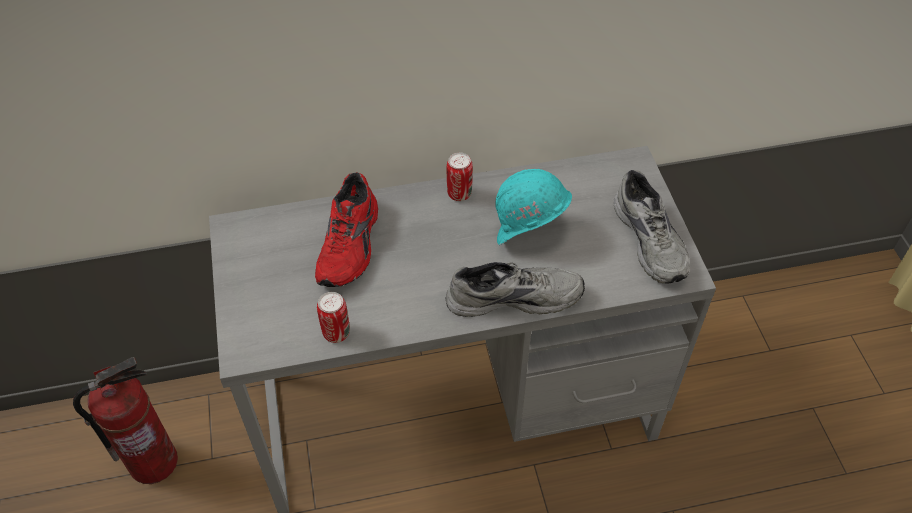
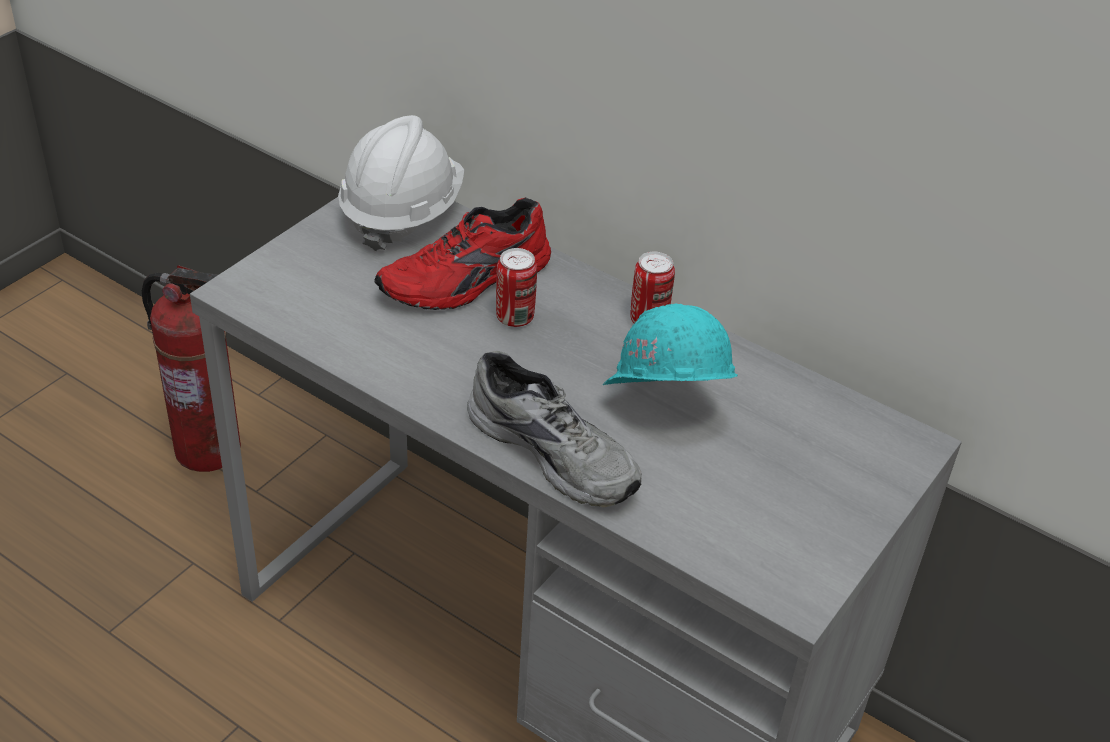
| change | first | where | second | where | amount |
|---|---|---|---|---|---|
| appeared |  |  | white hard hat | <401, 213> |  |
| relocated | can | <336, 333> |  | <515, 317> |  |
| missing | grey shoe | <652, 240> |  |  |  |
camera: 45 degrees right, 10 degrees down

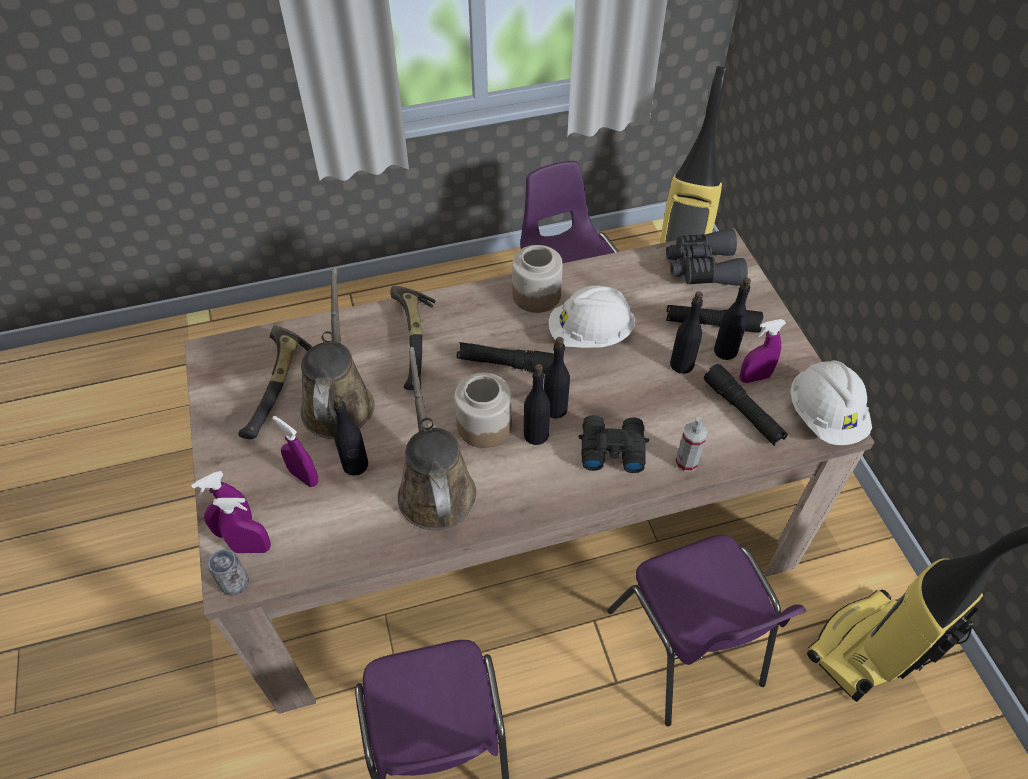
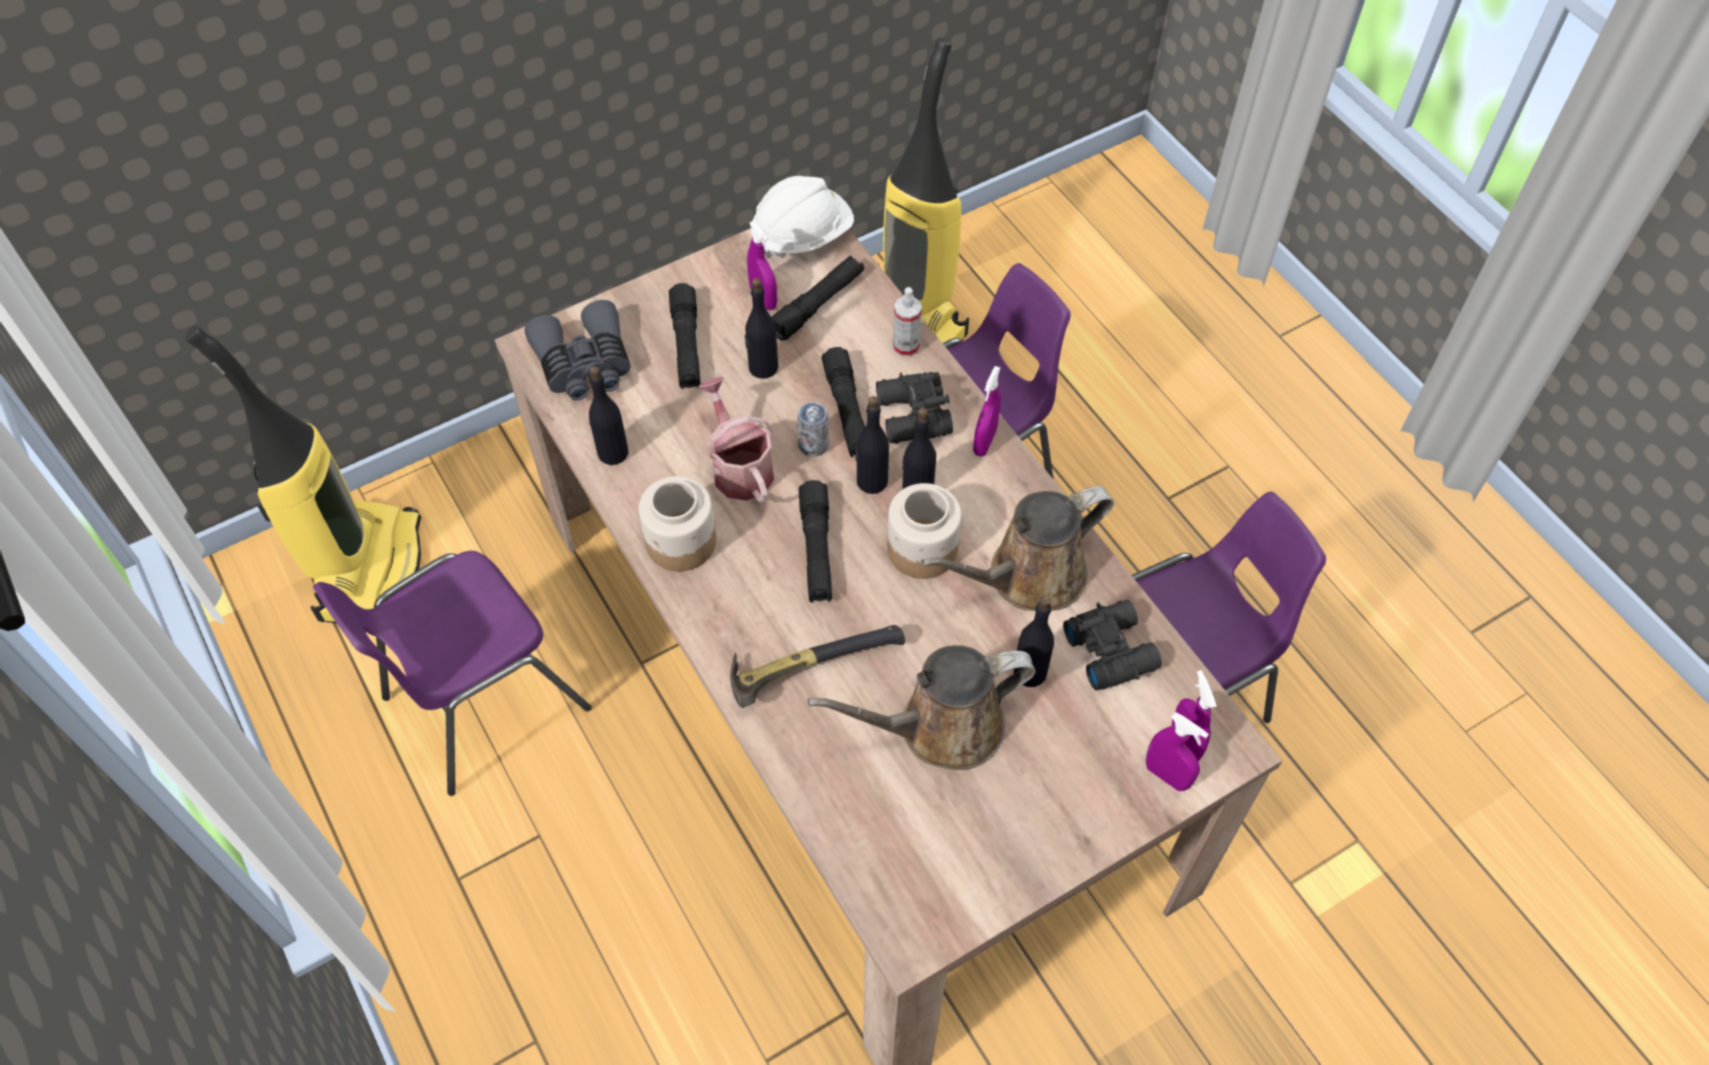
| change | first | where | second | where | amount |
|---|---|---|---|---|---|
| relocated | black bottle | <725, 351> |  | <612, 452> |  |
| exchanged | white hard hat | <590, 335> | watering can | <739, 467> |  |
| relocated | can | <235, 583> |  | <813, 445> |  |
| appeared |  |  | black flashlight | <847, 411> |  |
| relocated | purple spray bottle | <304, 477> |  | <984, 442> |  |
| appeared |  |  | black binoculars | <1111, 649> |  |
| missing | hammer | <279, 388> |  |  |  |
camera: 105 degrees left, 5 degrees up

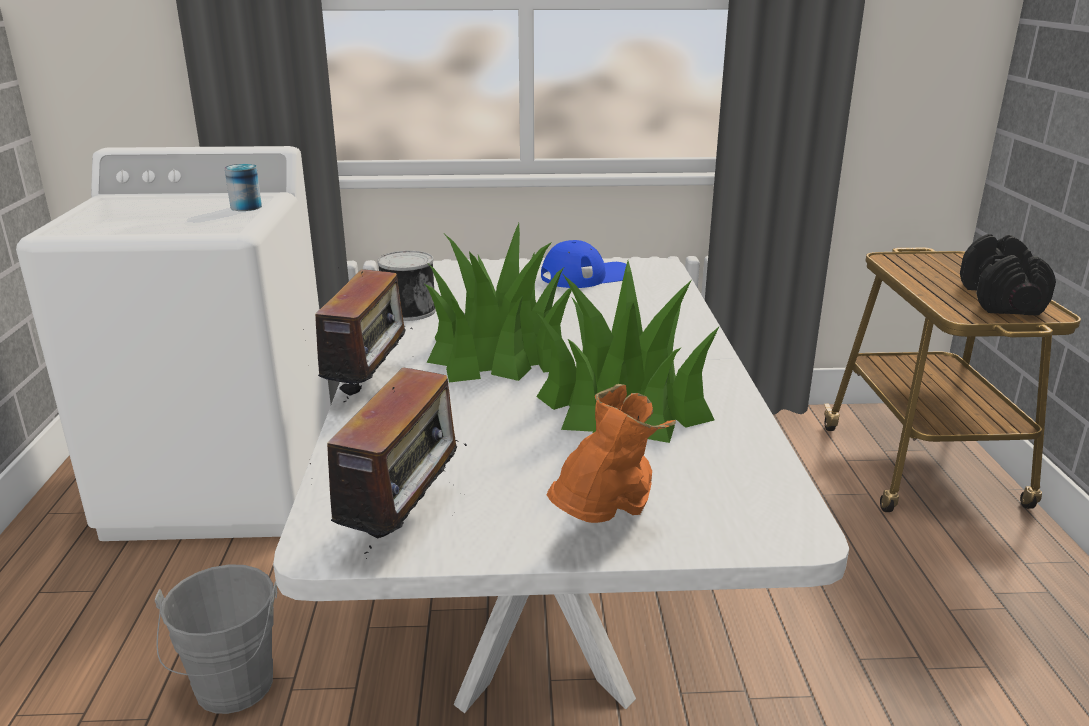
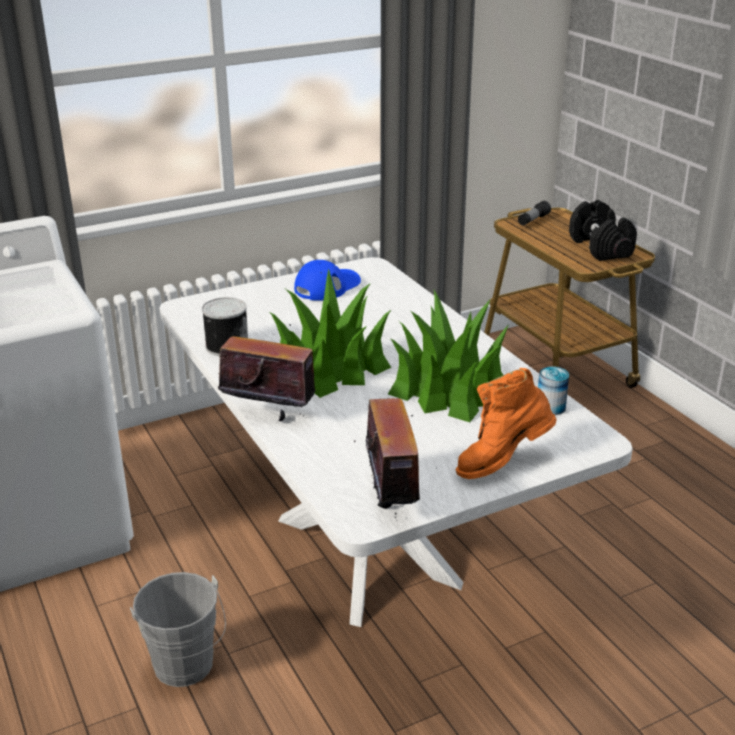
| change | first | where | second | where | amount |
|---|---|---|---|---|---|
| spun | radio | <370, 386> |  | <269, 414> | 60 degrees counterclockwise |
| spun | orange boot | <608, 520> |  | <502, 462> | 120 degrees counterclockwise |
| appeared |  |  | flashlight | <533, 220> |  |
| relocated | can | <246, 207> |  | <550, 407> |  |
camera: 25 degrees left, 5 degrees up

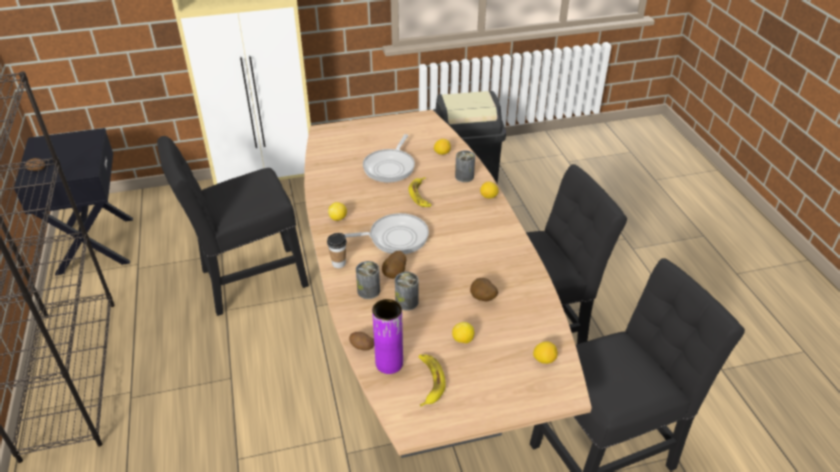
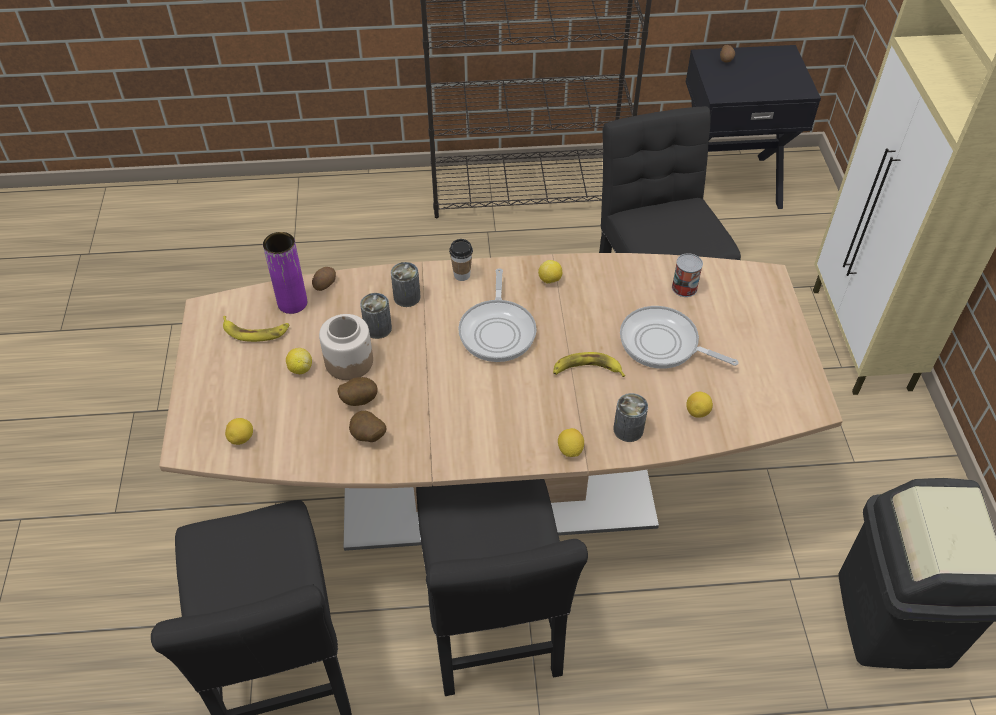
| change | first | where | second | where | amount |
|---|---|---|---|---|---|
| appeared |  |  | jar | <349, 361> |  |
| relocated | potato | <395, 274> |  | <368, 437> |  |
| appeared |  |  | can | <684, 288> |  |
camera: 100 degrees right, 10 degrees up

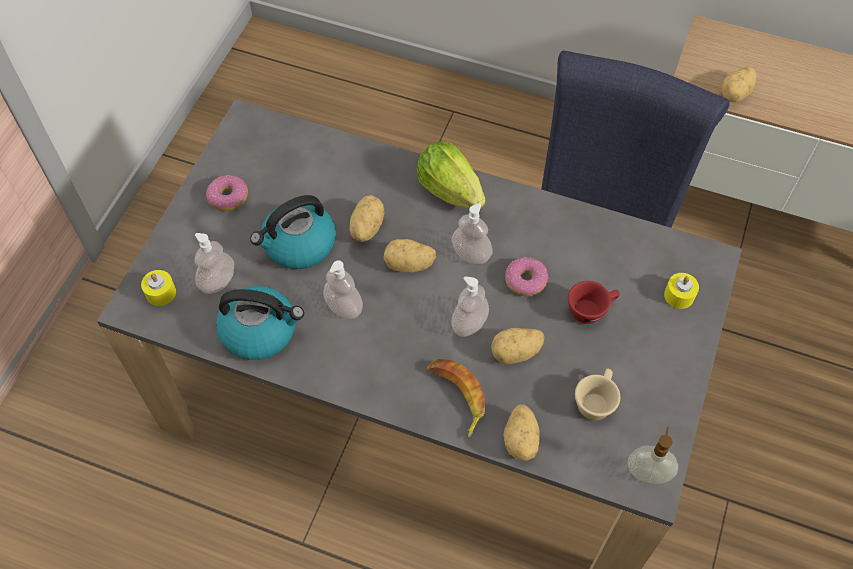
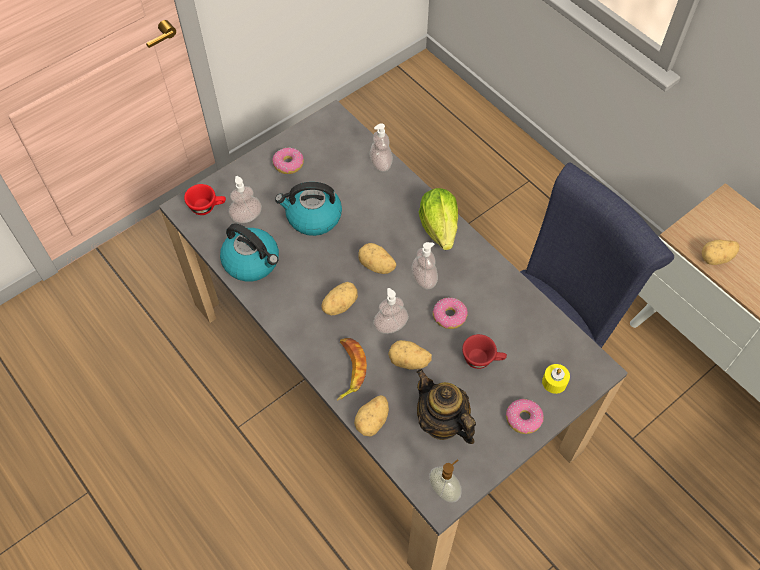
| change | first | where | second | where | amount |
|---|---|---|---|---|---|
| exchanged | yellow candle | <161, 293> | red cup | <207, 207> |  |
| relocated | potato | <366, 227> |  | <339, 304> |  |
| relocated | soap dispenser | <344, 307> |  | <381, 163> |  |
| exchanged | beige cup | <595, 400> | teapot | <441, 422> |  |
| appeared |  |  | donut | <523, 419> |  |
camera: 30 degrees right, 0 degrees up

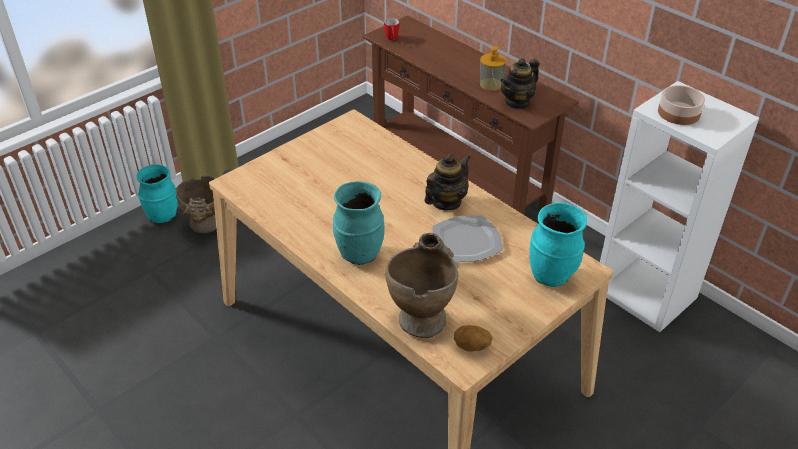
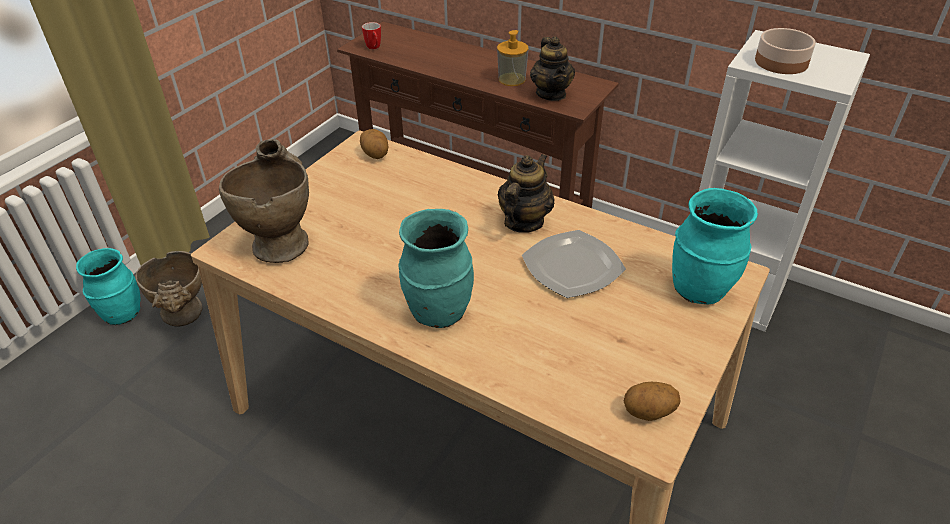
| change | first | where | second | where | amount |
|---|---|---|---|---|---|
| relocated | beige vase | <422, 313> |  | <280, 239> |  |
| appeared |  |  | potato | <375, 154> |  |
| spun | teapot | <517, 102> |  | <551, 94> | 45 degrees counterclockwise |
camera: 15 degrees left, 0 degrees up

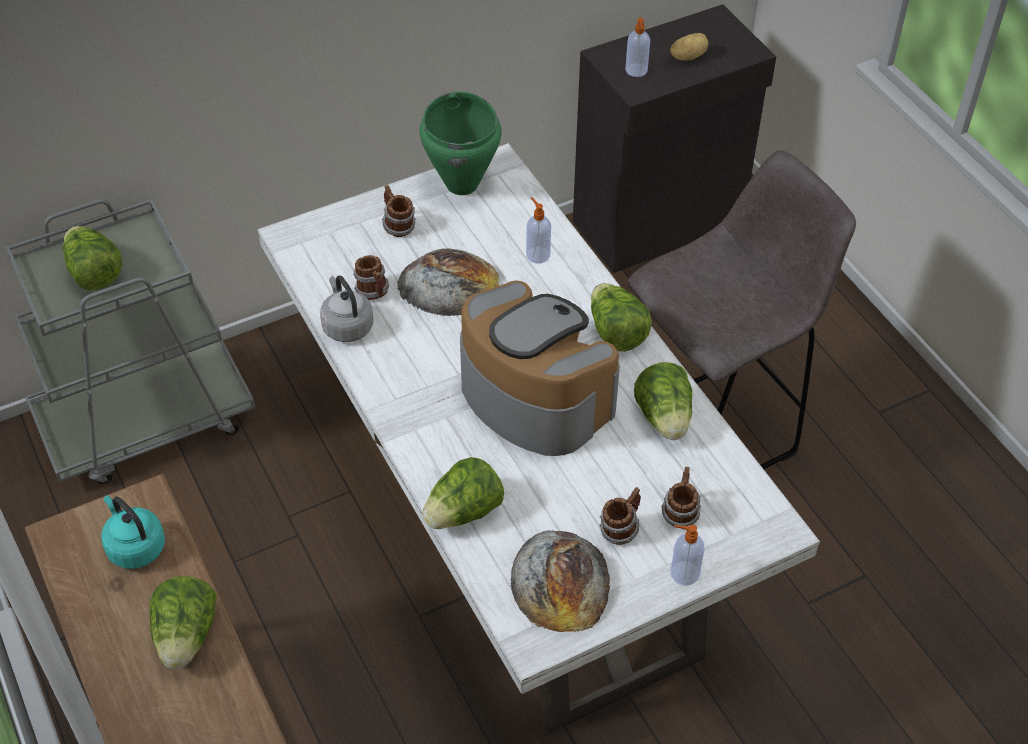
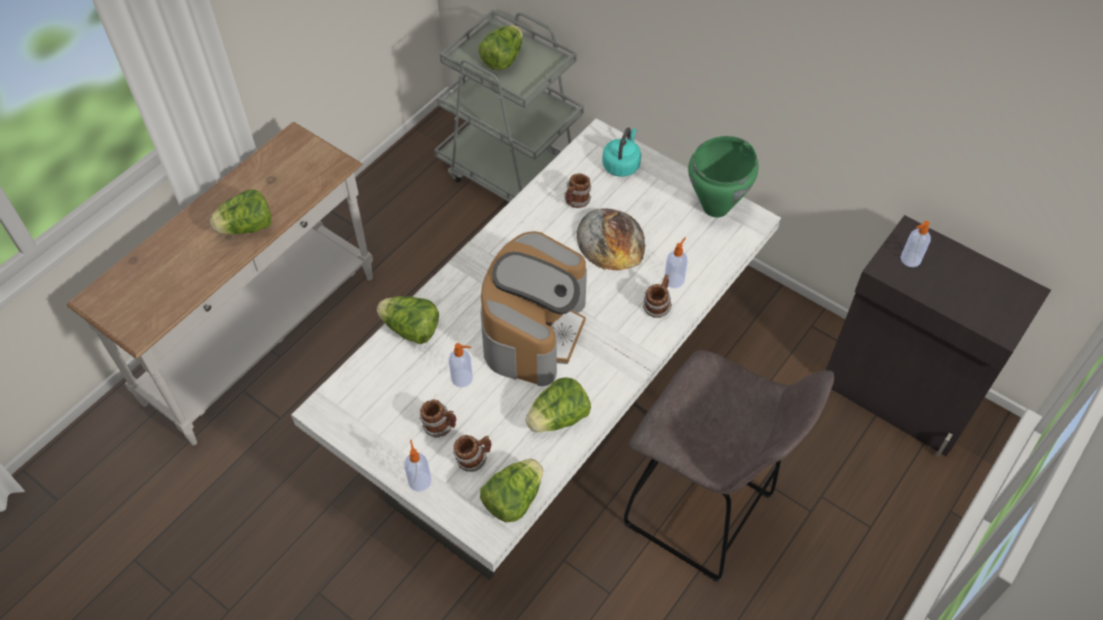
| change | first | where | second | where | amount |
|---|---|---|---|---|---|
| appeared |  |  | soap dispenser | <463, 378> |  |
| relocated | lettuce | <616, 333> |  | <513, 499> |  |
| relocated | turquoise kettle | <134, 546> |  | <622, 164> |  |
| relocated | mug | <397, 226> |  | <657, 306> |  |
| missing | grey kettle | <346, 326> |  |  |  |
| missing | bread | <561, 581> |  |  |  |
| missing | potato | <687, 56> |  |  |  |
camera: 65 degrees right, 5 degrees up

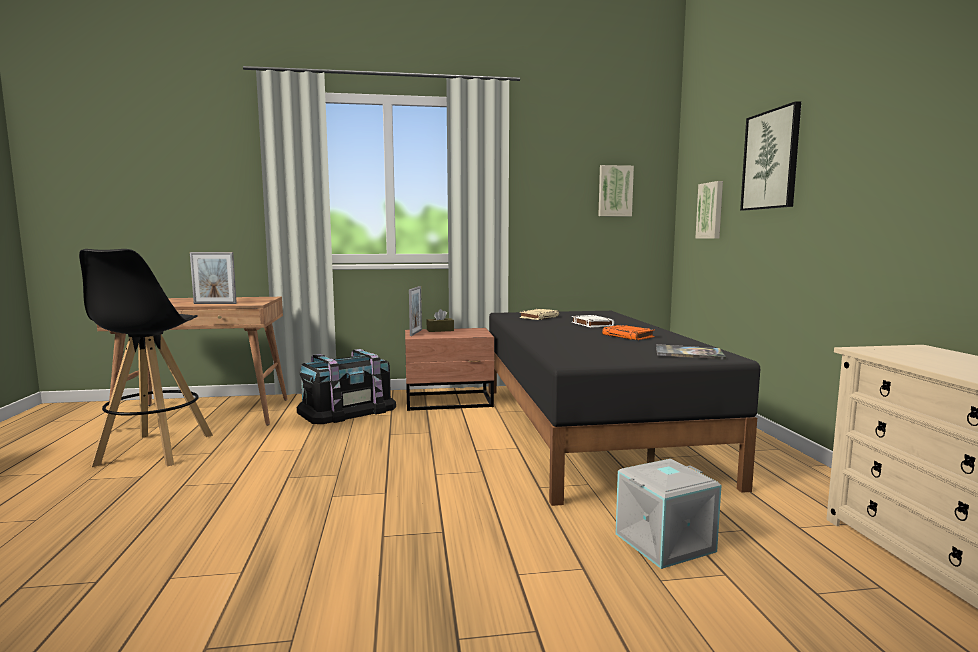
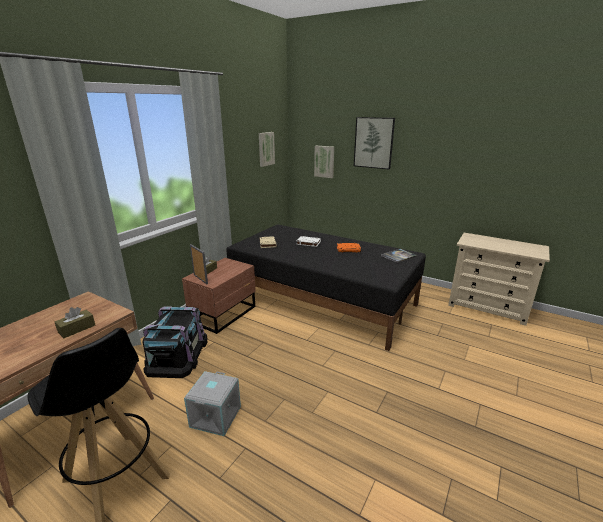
| change | first | where | second | where | amount |
|---|---|---|---|---|---|
| exchanged | picture frame | <215, 303> | brown tissue box | <77, 329> |  |
| relocated | grey storage box | <665, 543> |  | <216, 417> |  |
camera: 50 degrees left, 15 degrees up

